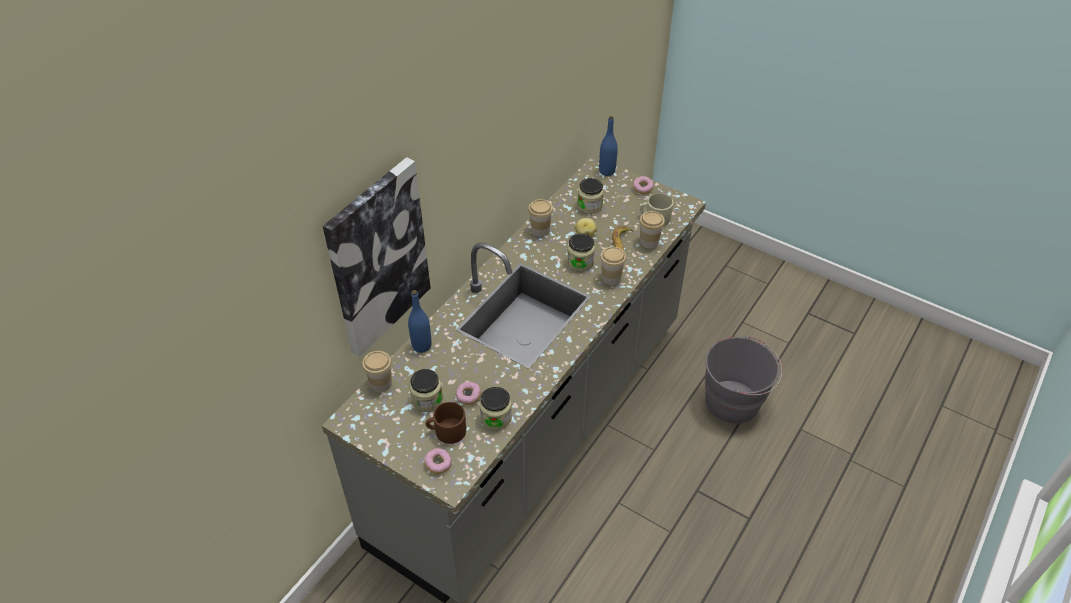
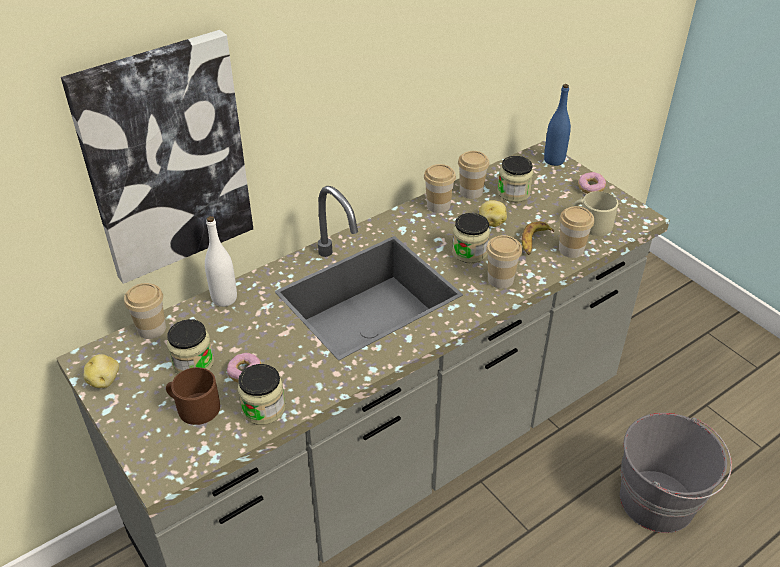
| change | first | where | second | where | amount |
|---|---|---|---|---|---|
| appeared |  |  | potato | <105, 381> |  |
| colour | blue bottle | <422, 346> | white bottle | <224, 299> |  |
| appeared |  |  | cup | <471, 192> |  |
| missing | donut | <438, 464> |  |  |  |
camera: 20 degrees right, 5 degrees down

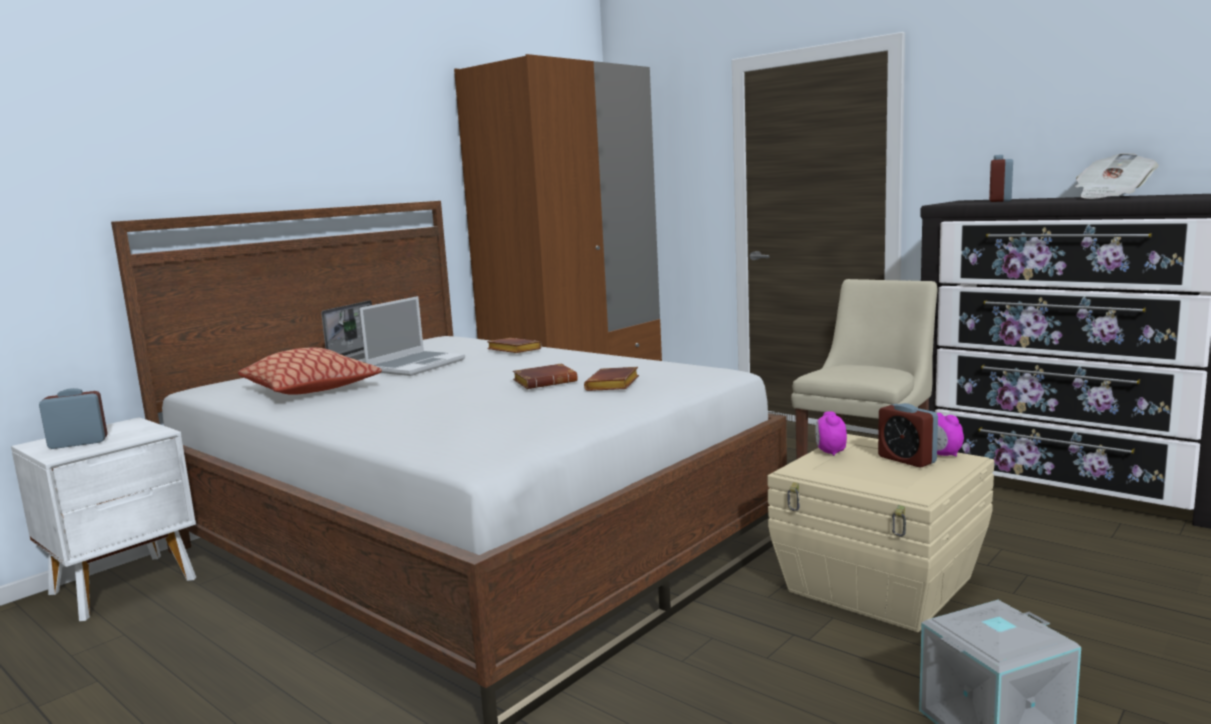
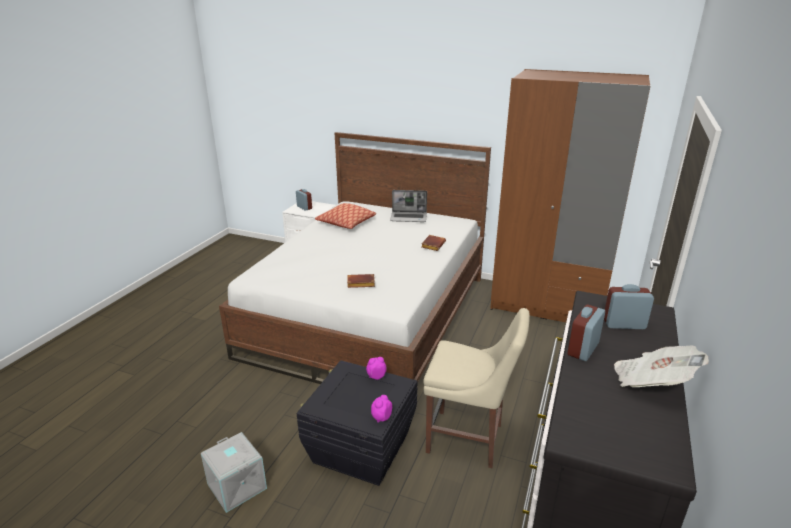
| change | first | where | second | where | amount |
|---|---|---|---|---|---|
| colour | beige storage box | <880, 585> | black storage box | <360, 448> |  |
| relocated | alarm clock | <906, 460> |  | <583, 349> |  |
| missing | laptop | <416, 365> |  |  |  |
| missing | brown book | <546, 382> |  |  |  |
camera: 70 degrees right, 15 degrees up

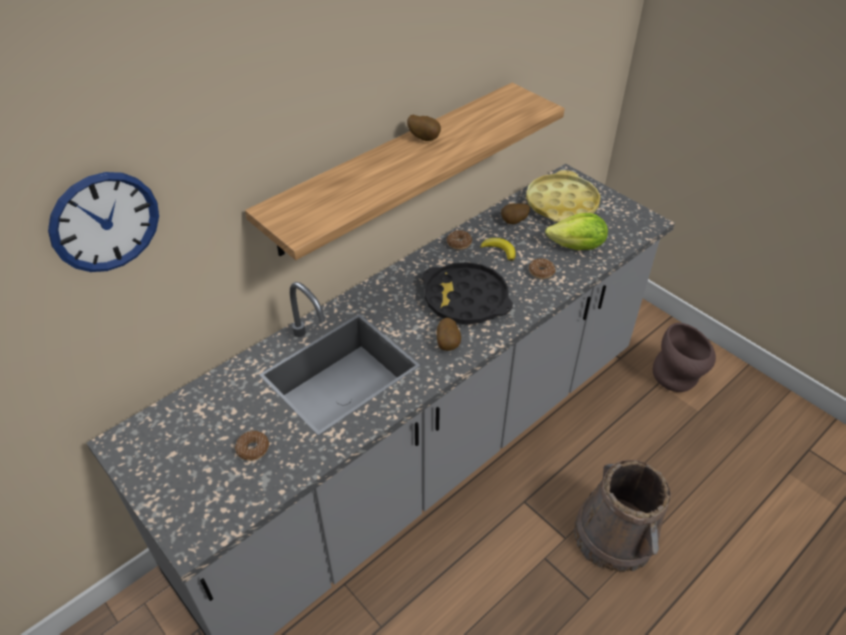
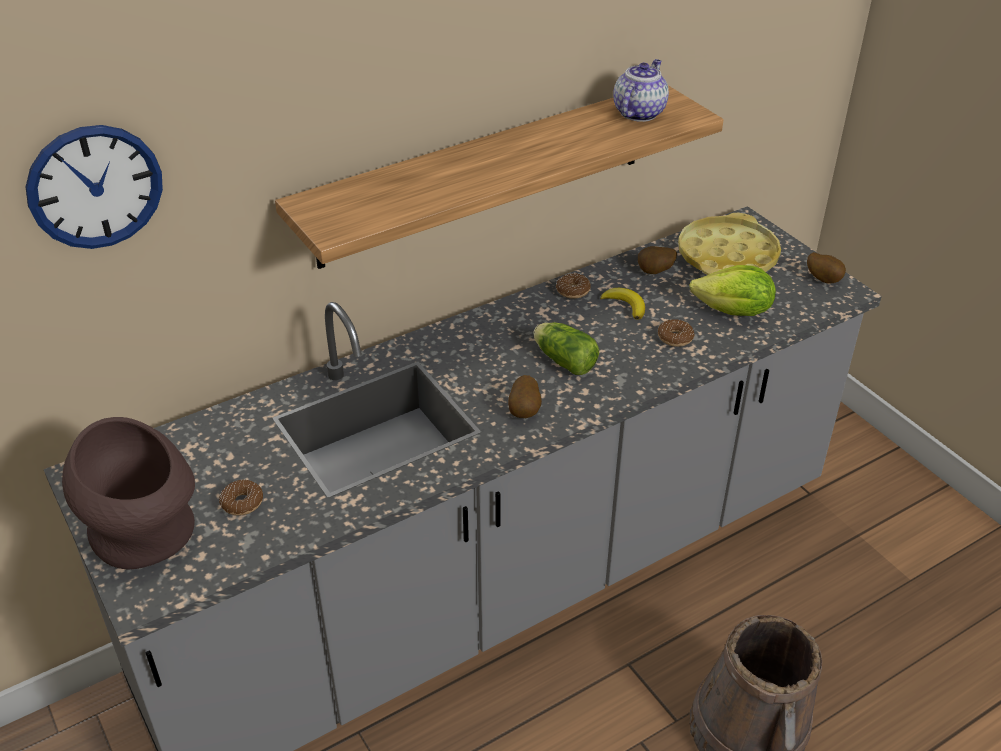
| change | first | where | second | where | amount |
|---|---|---|---|---|---|
| relocated | brown vase | <678, 377> |  | <148, 540> |  |
| exchanged | black tray | <465, 299> | lettuce | <563, 360> |  |
| appeared |  |  | teapot | <639, 112> |  |
| relocated | potato | <424, 138> |  | <823, 279> |  |
camera: 10 degrees right, 5 degrees down

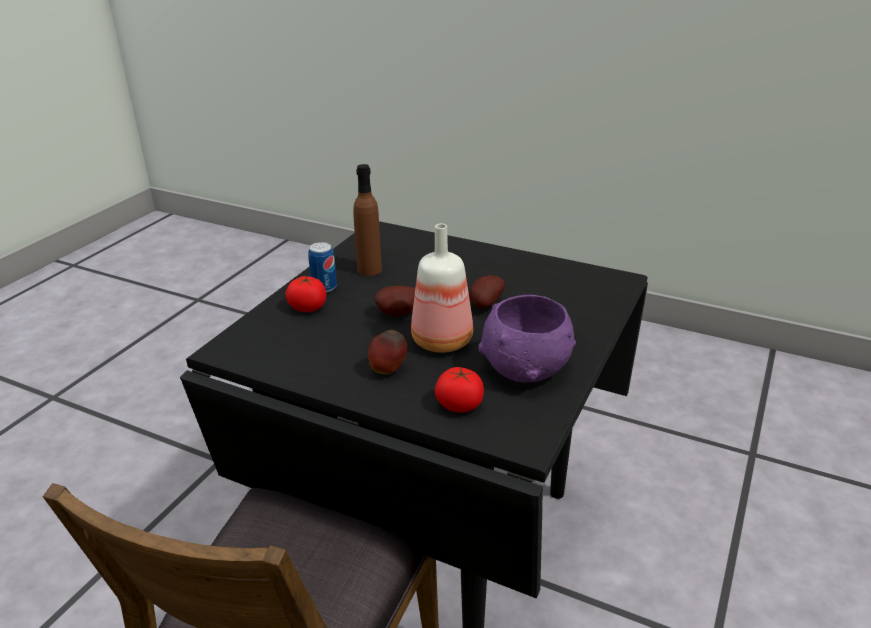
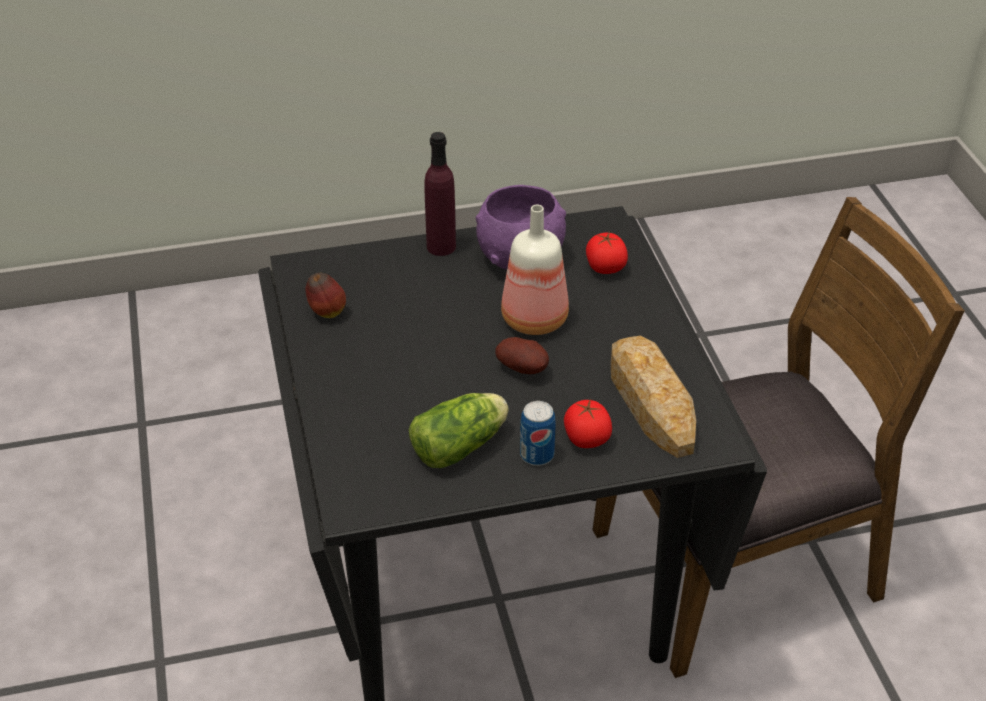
| change | first | where | second | where | amount |
|---|---|---|---|---|---|
| relocated | apple | <388, 370> |  | <326, 313> |  |
| exchanged | brown bottle | <369, 270> | lettuce | <462, 445> |  |
| appeared |  |  | purple bottle | <441, 246> |  |
| appeared |  |  | bread | <650, 402> |  |
| missing | potato | <484, 304> |  |  |  |
camera: 130 degrees left, 10 degrees up

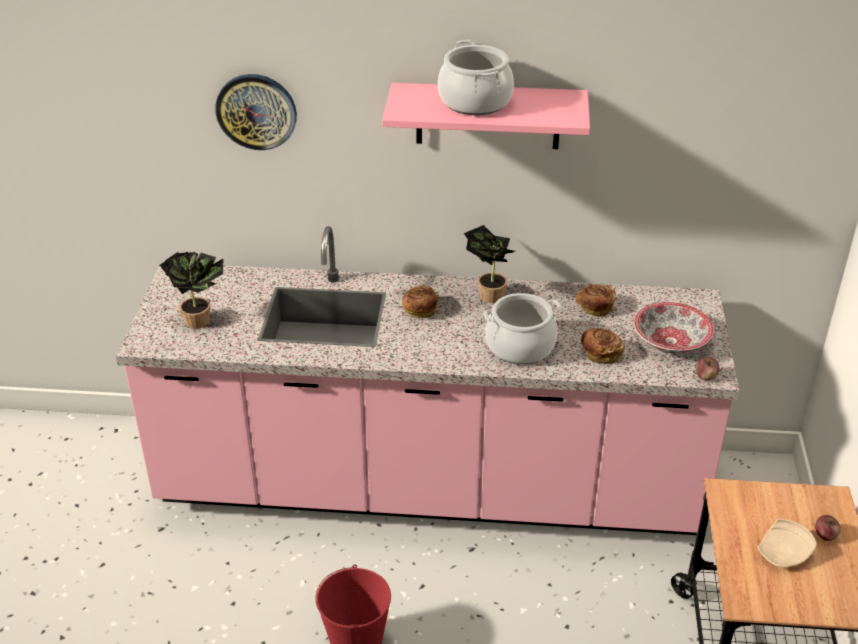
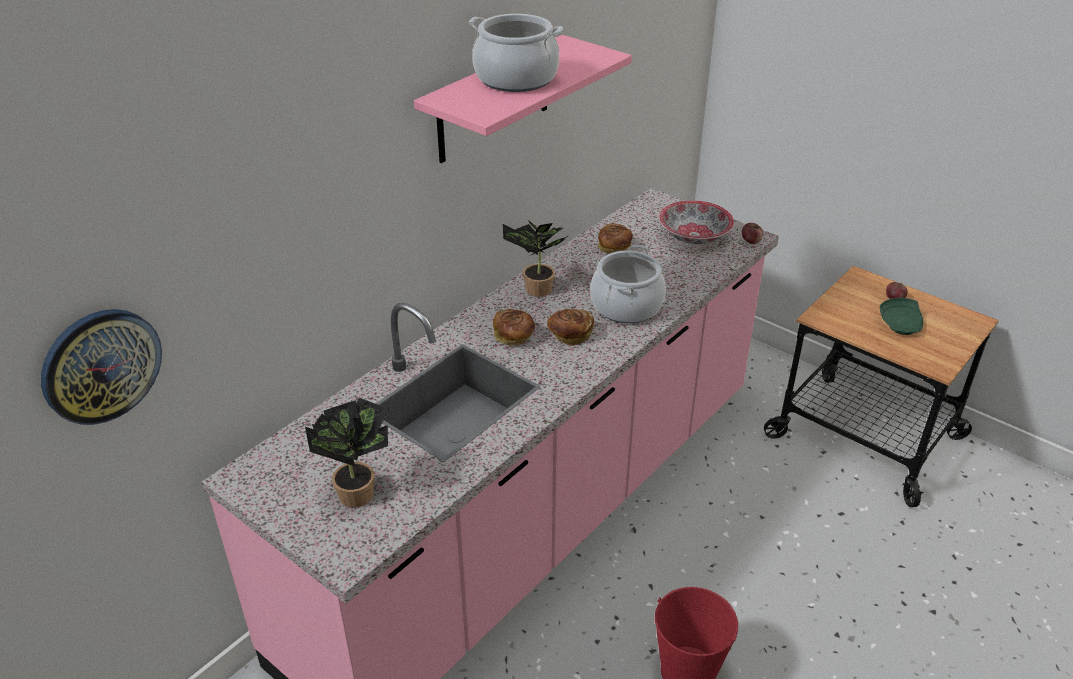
| change | first | where | second | where | amount |
|---|---|---|---|---|---|
| relocated | wall clock | <256, 111> |  | <101, 365> |  |
| relocated | bread | <600, 353> |  | <570, 335> |  |
| colour | beige plate | <784, 553> | green plate | <901, 325> |  |
camera: 55 degrees left, 0 degrees up

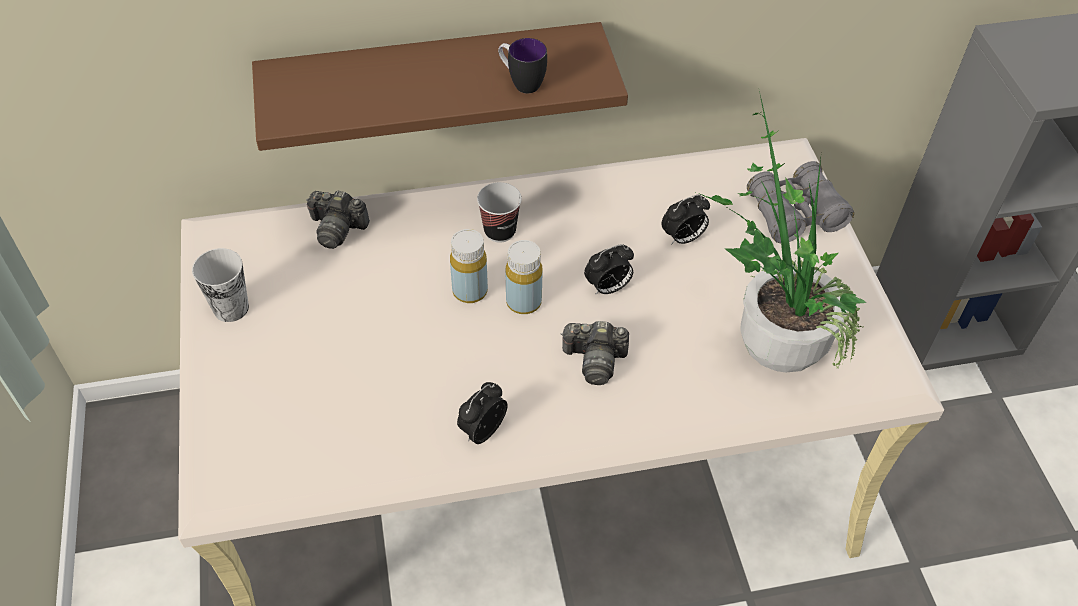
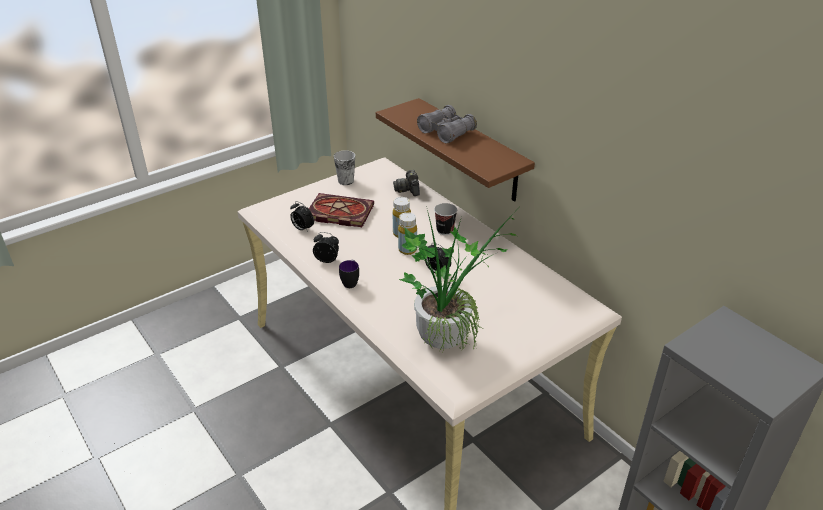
| change | first | where | second | where | amount |
|---|---|---|---|---|---|
| relocated | alarm clock | <683, 238> |  | <302, 229> |  |
| appeared |  |  | book | <338, 213> |  |
| relocated | mug | <521, 83> |  | <351, 282> |  |
| relocated | grey binoculars | <795, 214> |  | <446, 132> |  |
| missing | photo camera | <595, 360> |  |  |  |
camera: 65 degrees right, 15 degrees down

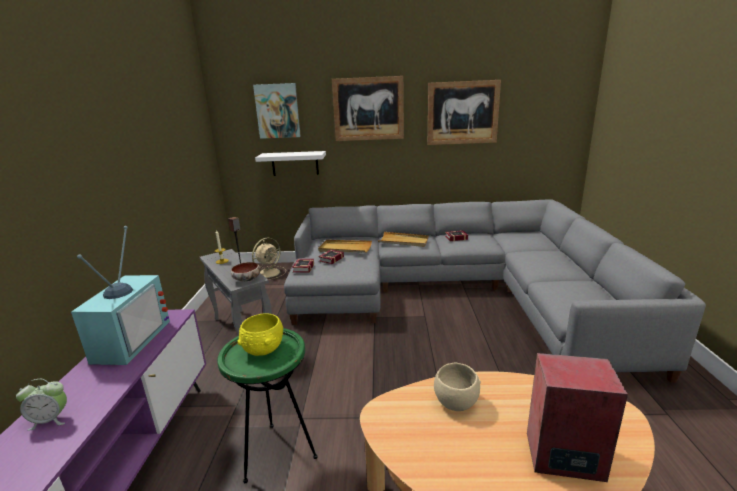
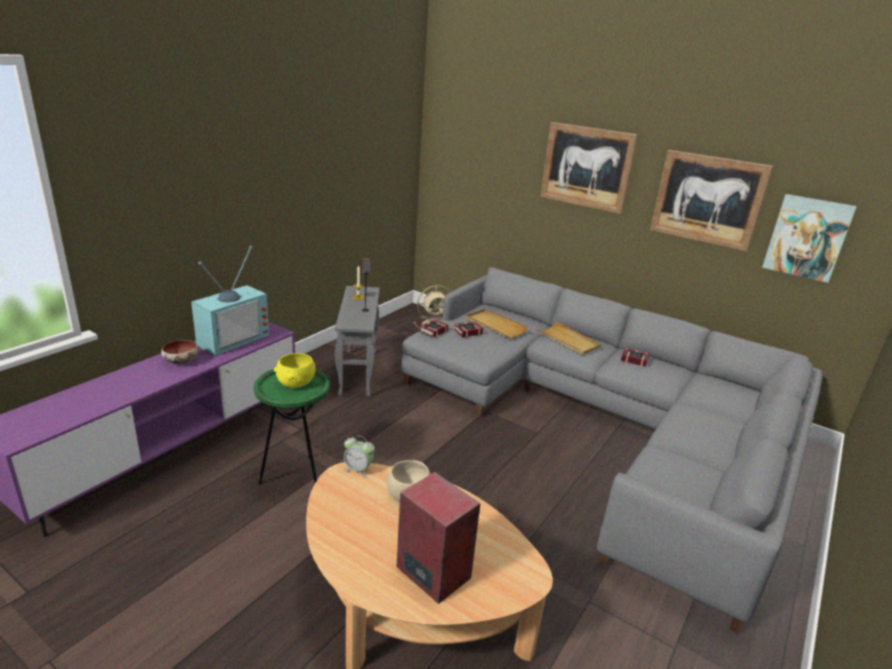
| change | first | where | second | where | amount |
|---|---|---|---|---|---|
| relocated | bowl | <247, 280> |  | <181, 361> |  |
| relocated | alarm clock | <50, 420> |  | <358, 469> |  |
| relocated | picture | <277, 111> |  | <807, 237> |  |
| missing | white shelf | <295, 163> |  |  |  |
camera: 30 degrees right, 5 degrees up

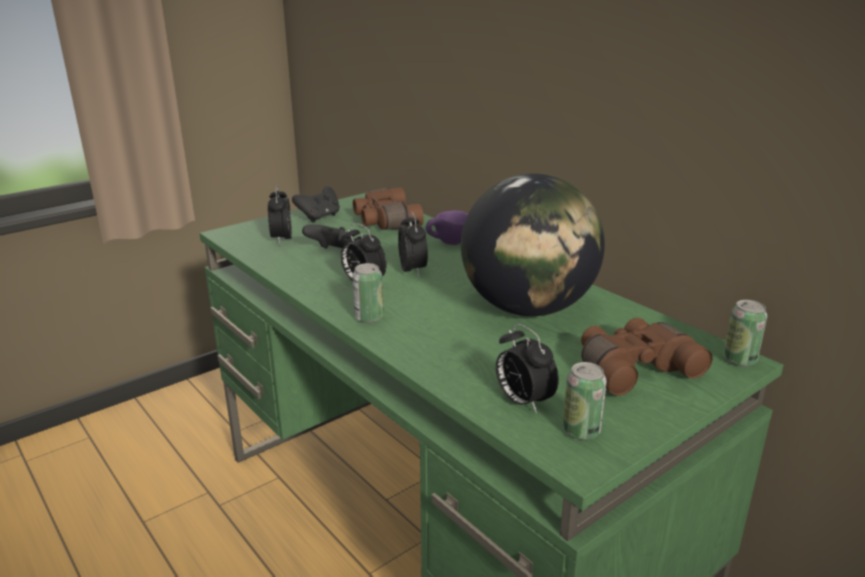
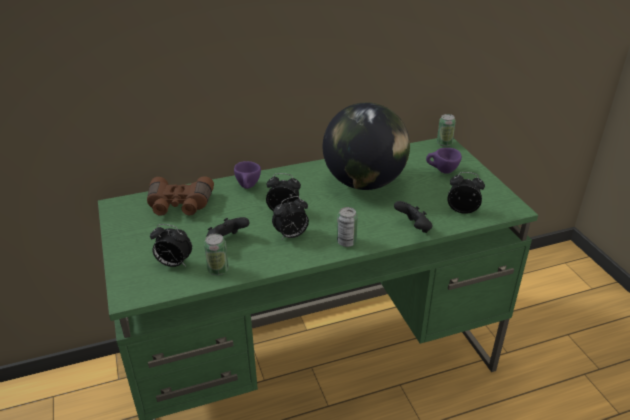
| change | first | where | second | where | amount |
|---|---|---|---|---|---|
| relocated | can | <581, 431> |  | <218, 270> |  |
| relocated | black game controller | <319, 217> |  | <413, 228> |  |
| exchanged | brown binoculars | <633, 368> | purple cup | <442, 171> |  |
| spun | alarm clock | <522, 402> |  | <462, 210> | 150 degrees counterclockwise |
camera: 70 degrees left, 10 degrees up

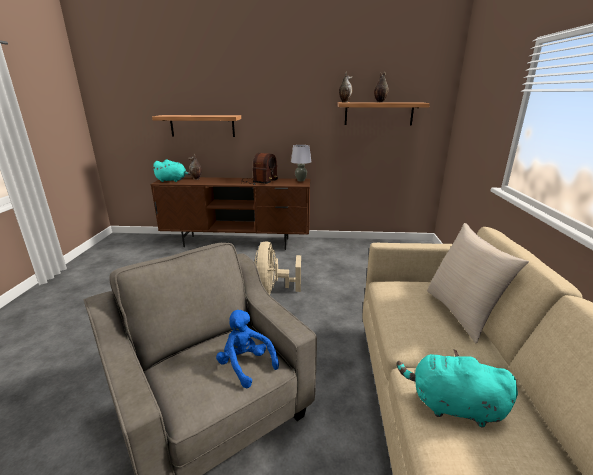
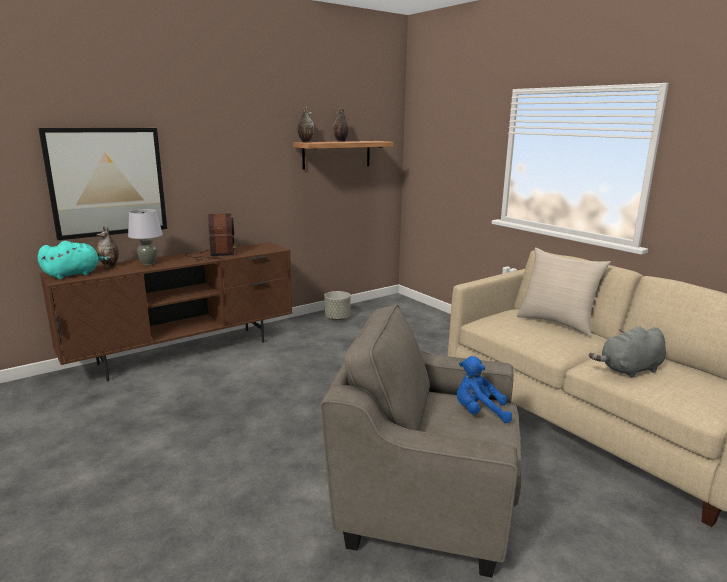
| change | first | where | second | where | amount |
|---|---|---|---|---|---|
| exchanged | shelf | <202, 126> | picture | <107, 182> |  |
| relocated | grey table lamp | <300, 180> |  | <148, 264> |  |
| appeared |  |  | grey planter | <337, 318> |  |
| colour | turquoise plush toy | <451, 405> | grey plush toy | <629, 370> |  |
| missing | beige fan | <273, 290> |  |  |  |
camera: 40 degrees left, 5 degrees down

